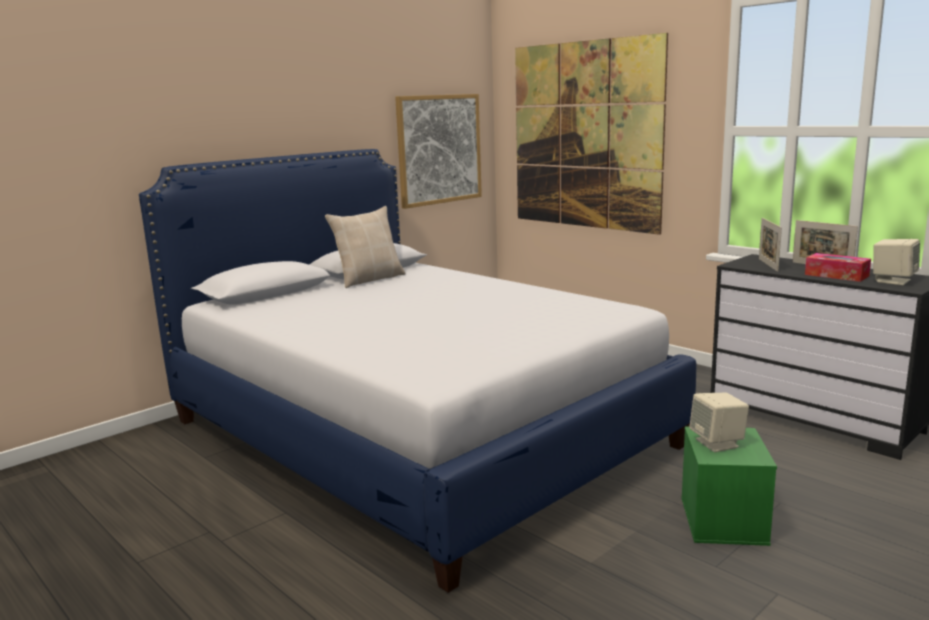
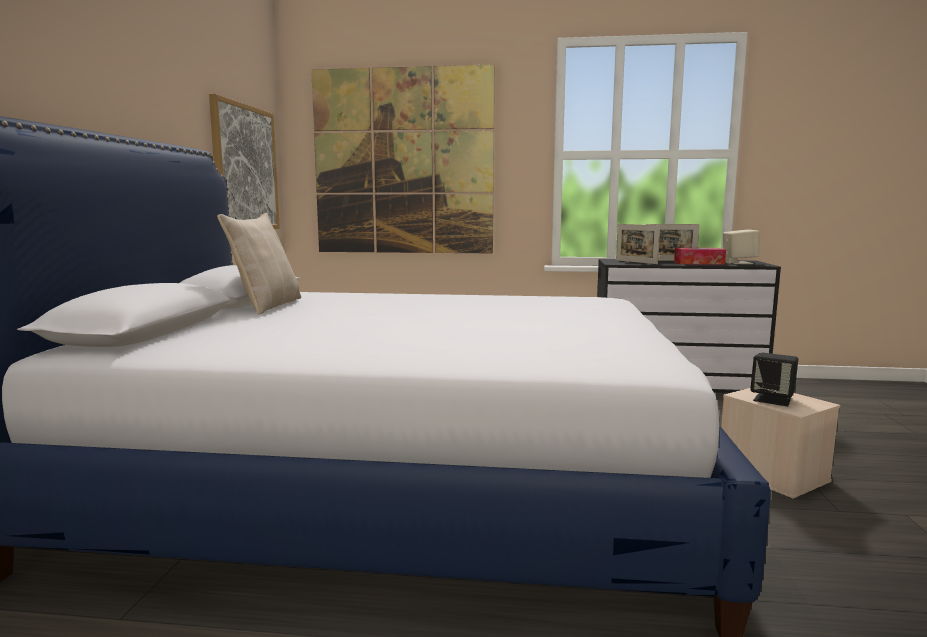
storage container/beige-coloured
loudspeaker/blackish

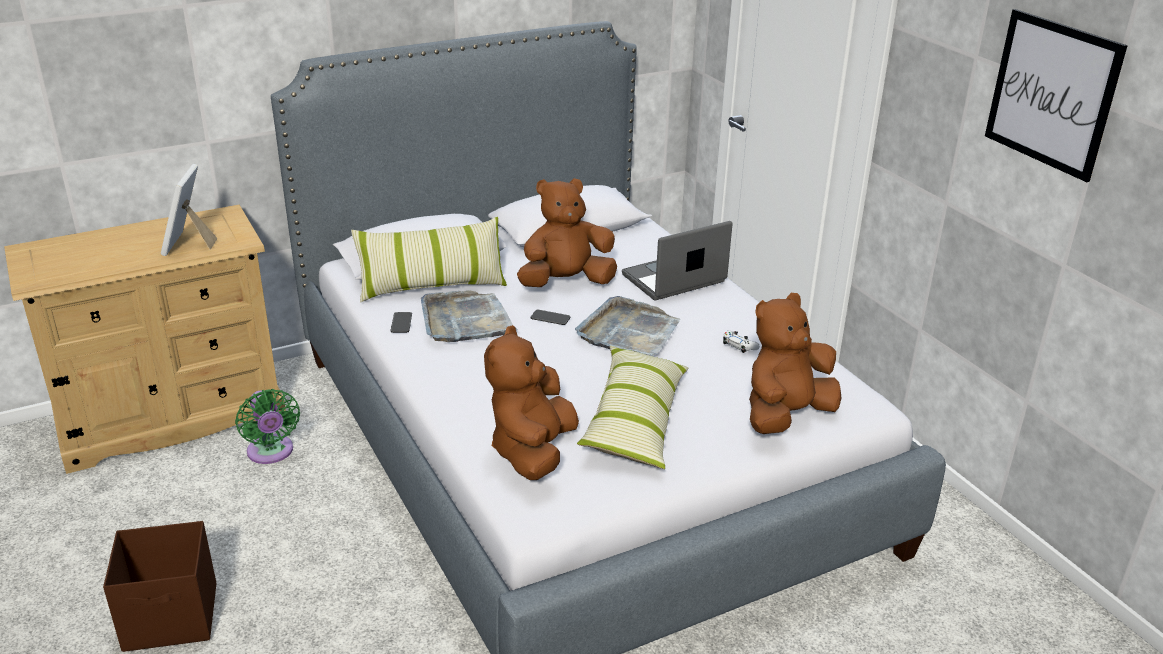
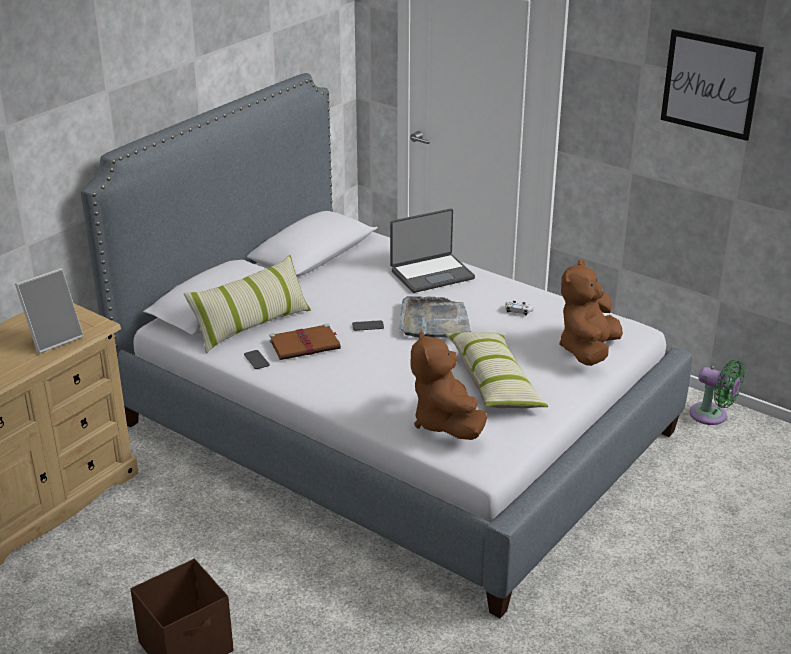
standing frame
bound book/brown-coloured
laptop
electric fan/green-coloured
cuddly toy/brown-coloured (2nd from left in the first image)

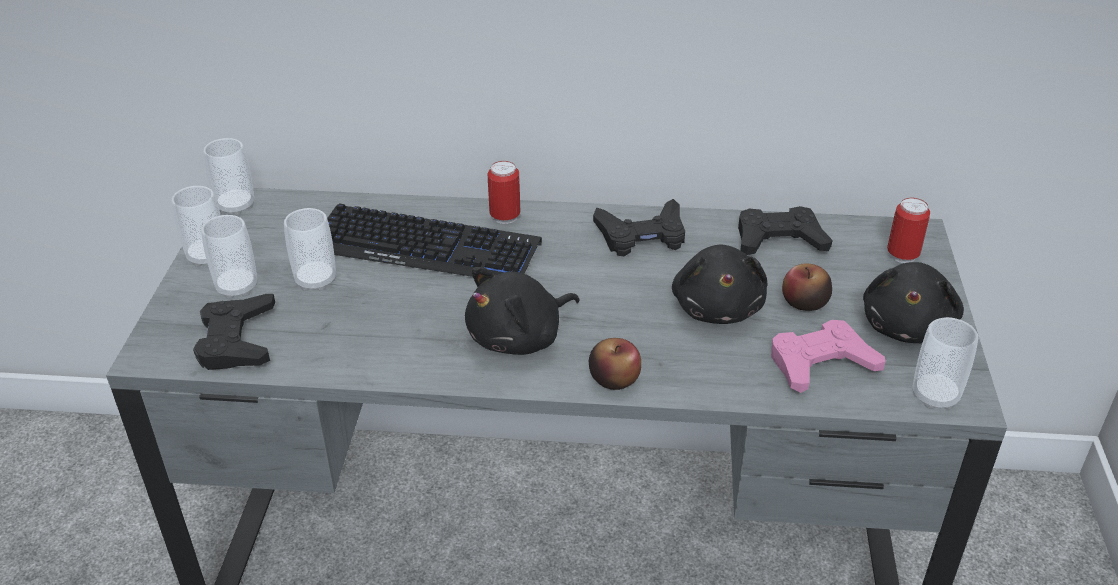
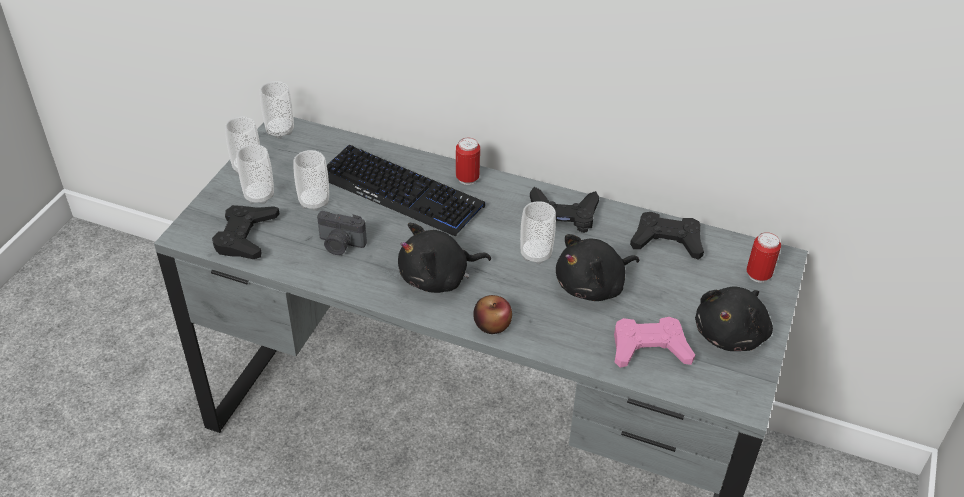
photo camera
cup (5th from left)
cuddly toy/blackish (2nd from left)
apple fruit (2nd from left in the first image)

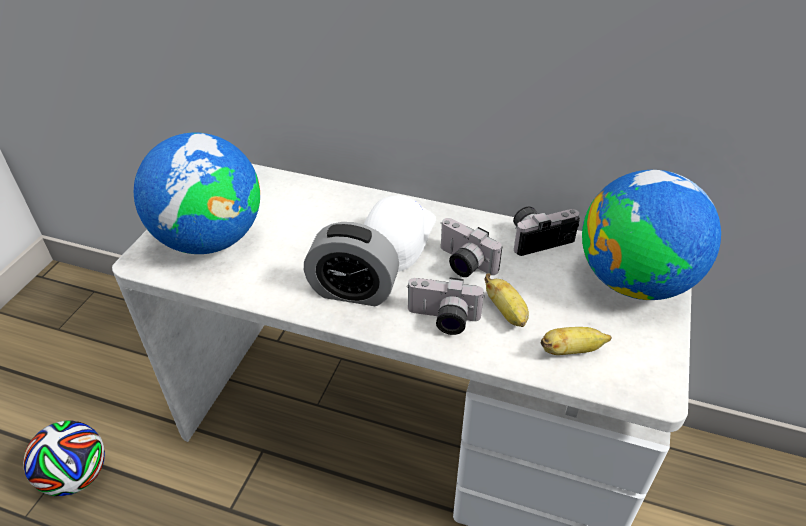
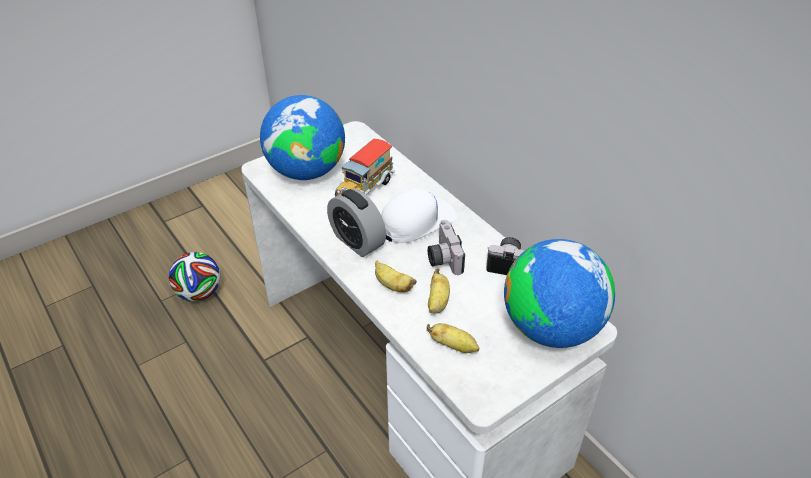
model truck
banana fruit (1st from left)

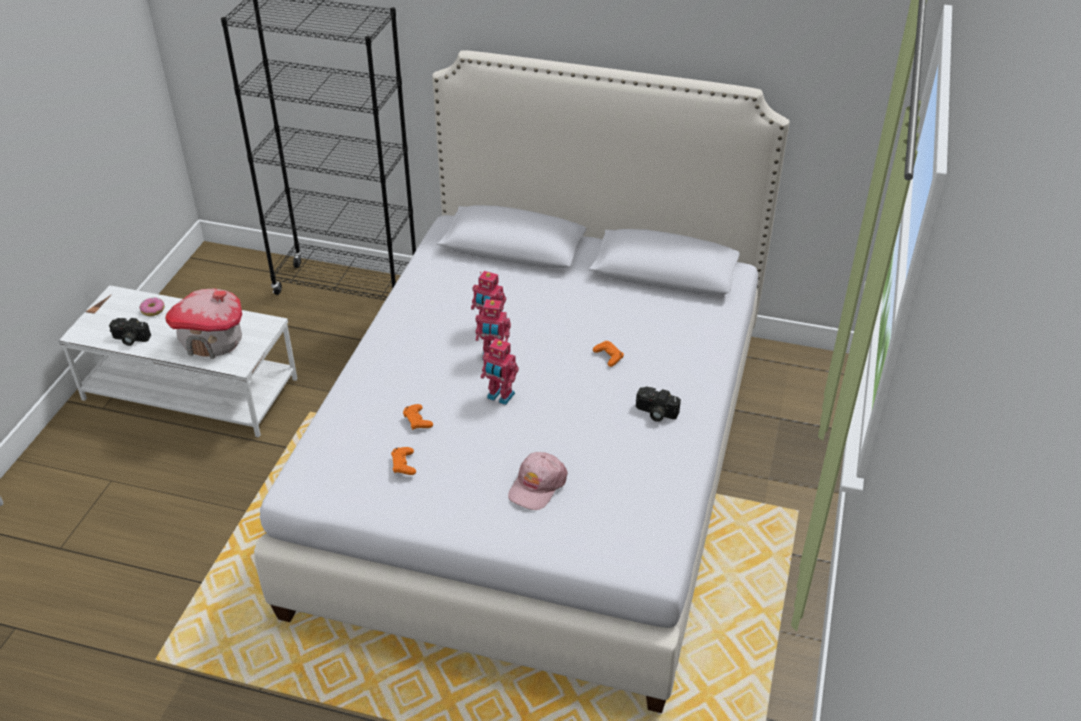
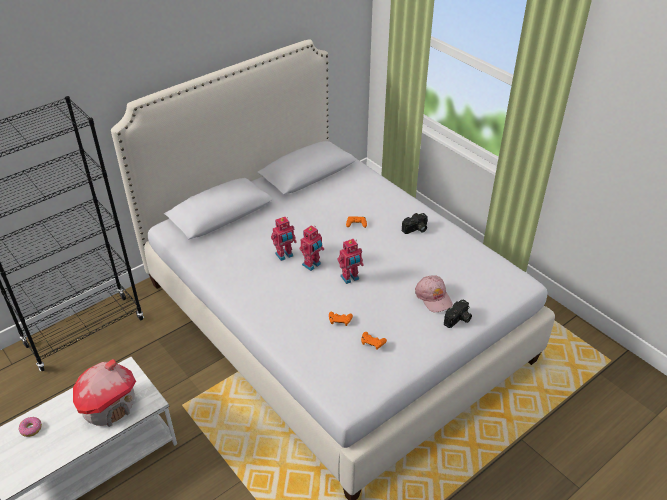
photo camera (2nd from left)

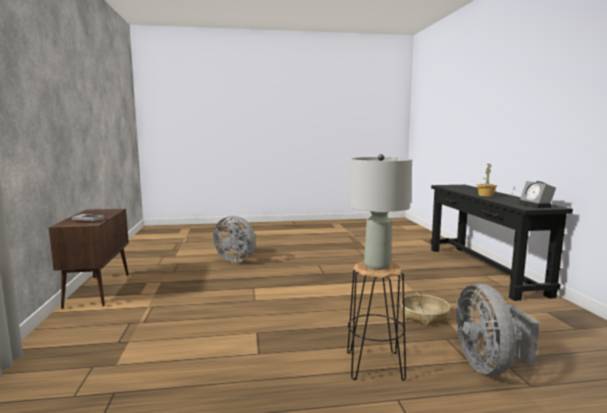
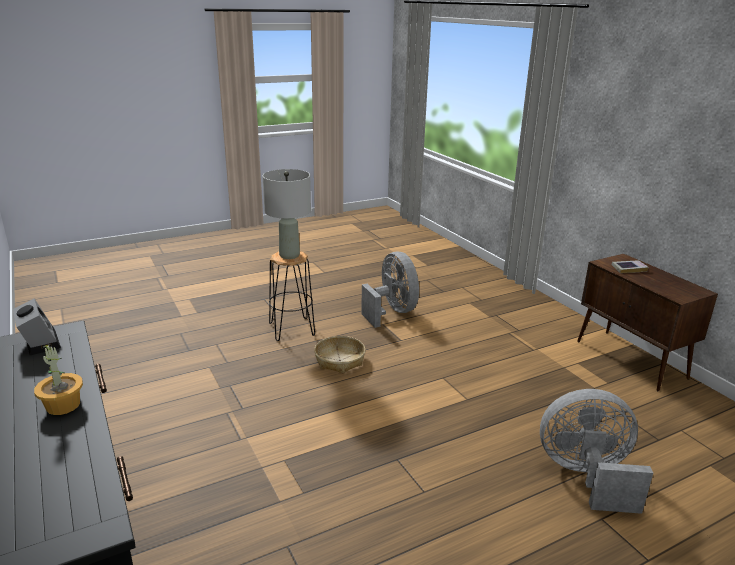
household basket
electric fan/greyish (1st from left)

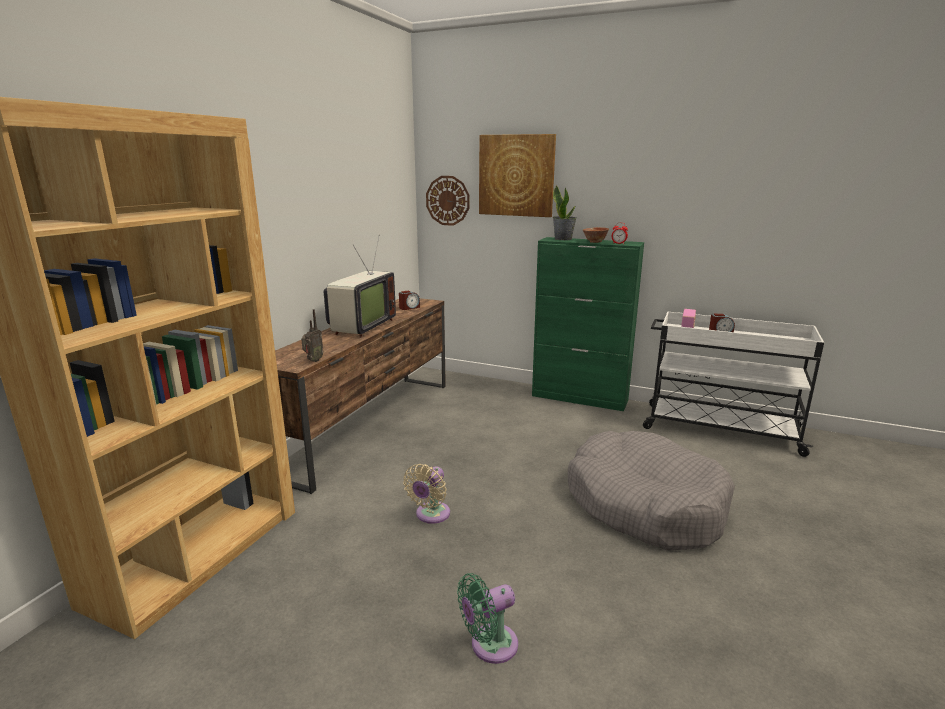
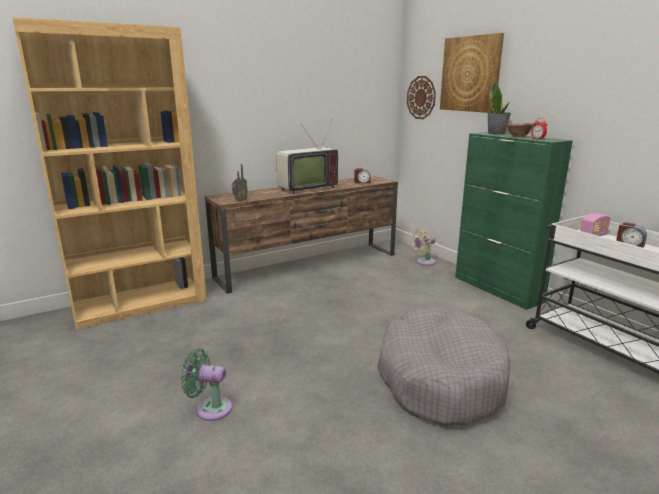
electric fan/beige-coloured

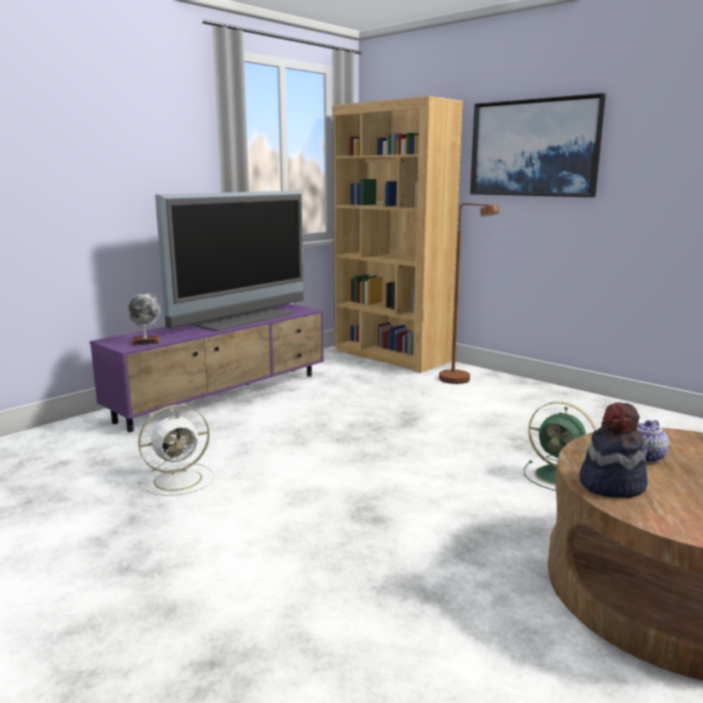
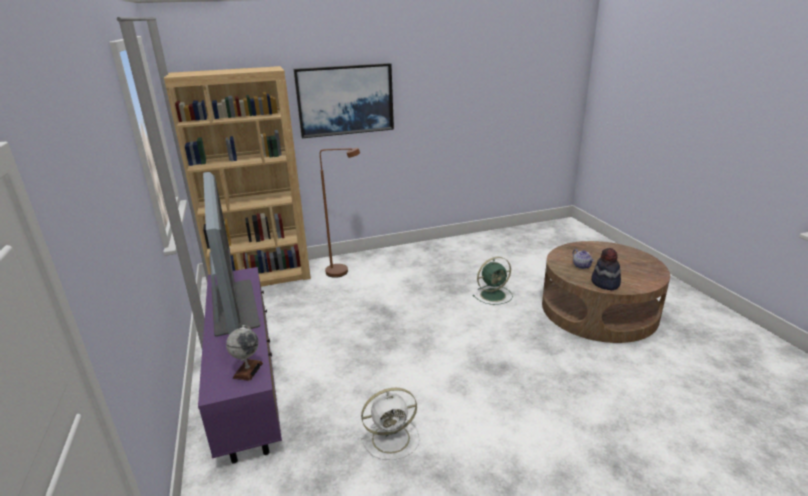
electric fan/white-coloured

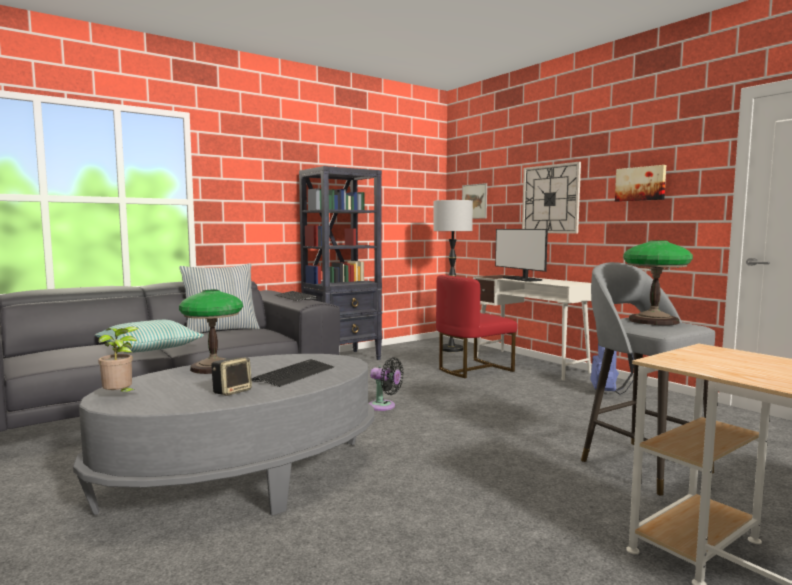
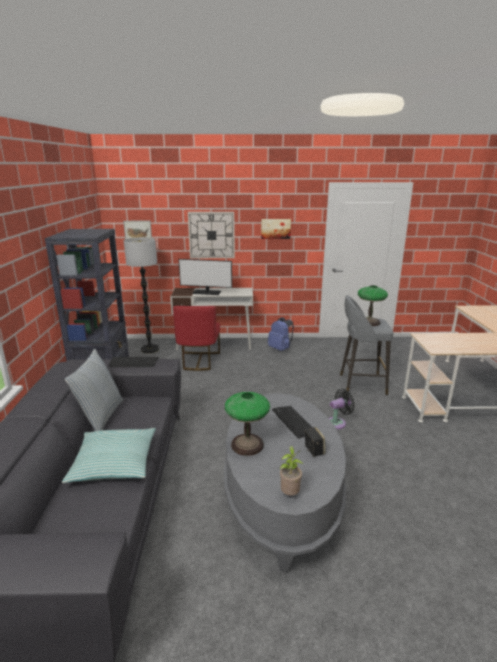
electric fan/blackish

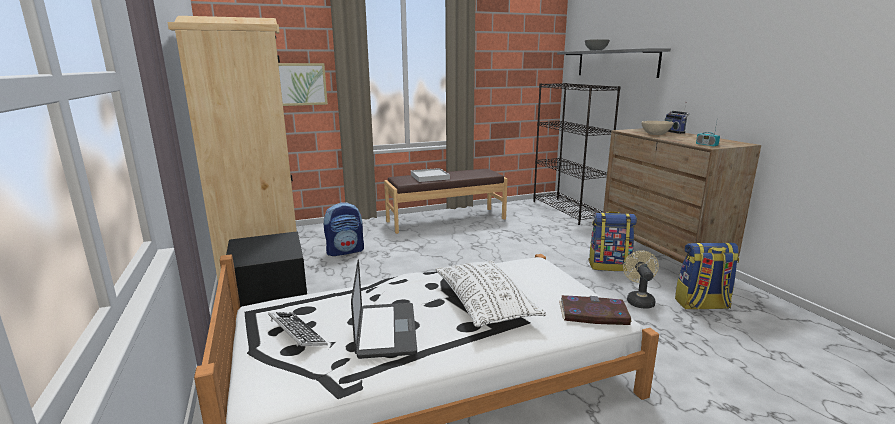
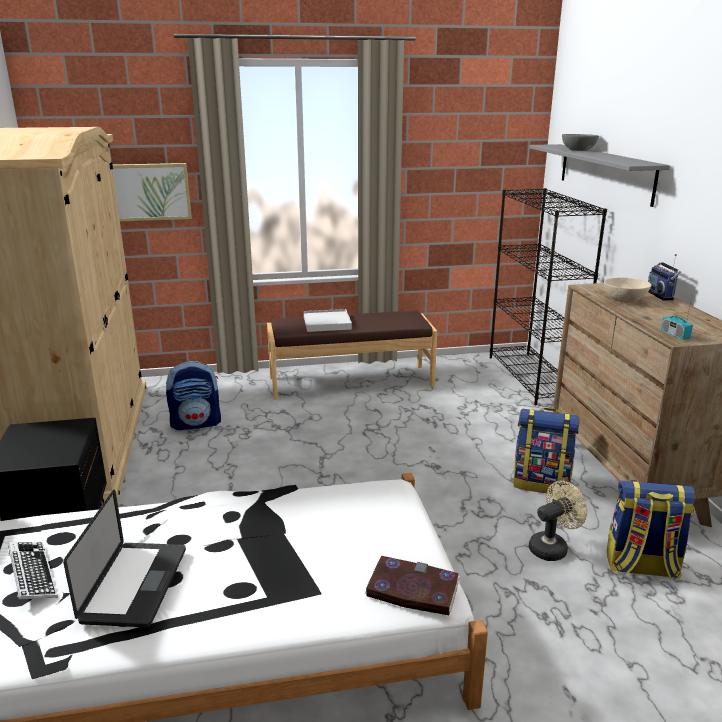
electric fan/beige-coloured
pillow/white-coloured

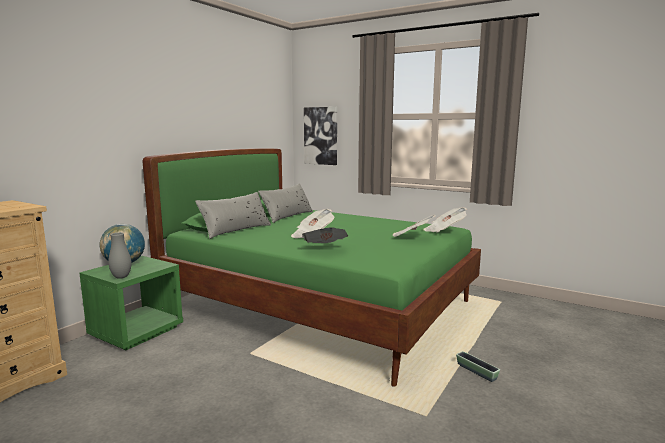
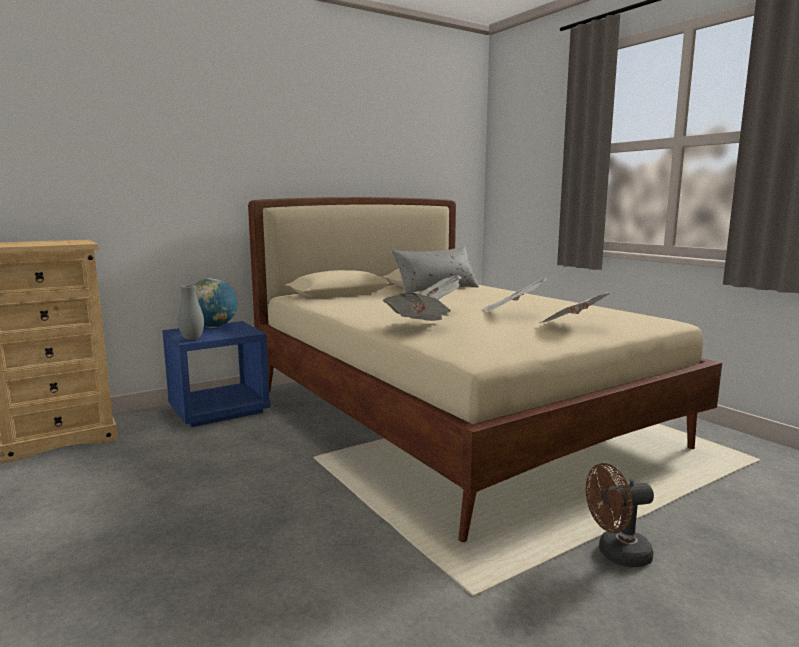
bedside table/blue-coloured
bed/beige-coloured
newspaper (3rd from left)
electric fan/brown-coloured
pillow/greyish (1st from left in the first image)
wall picture

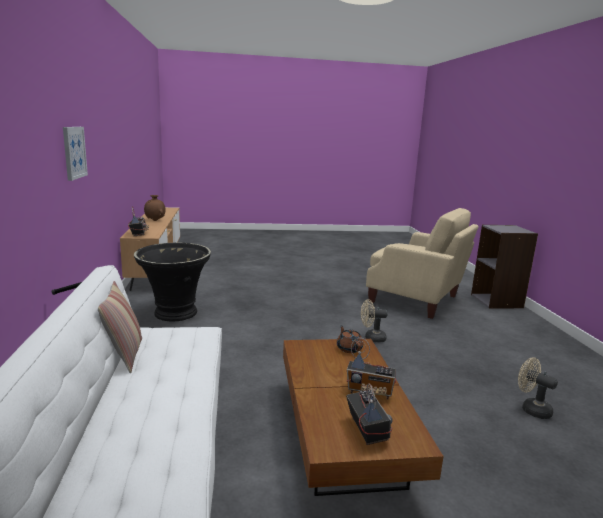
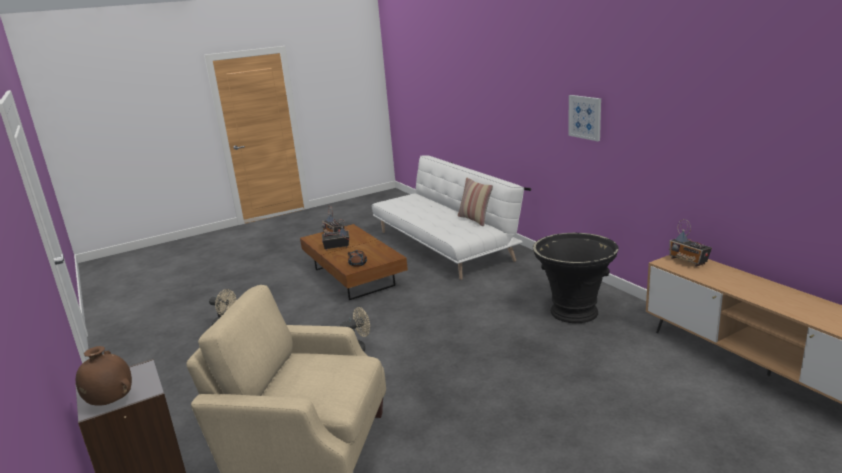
flower vase/brown-coloured

